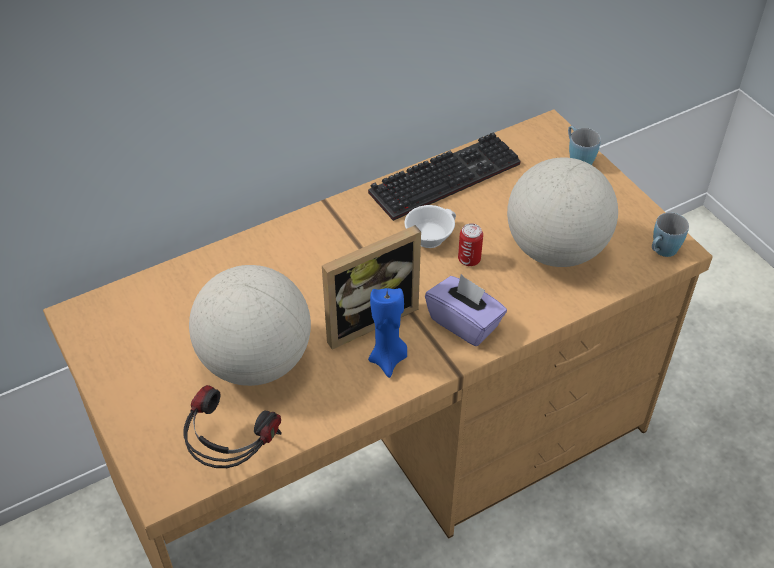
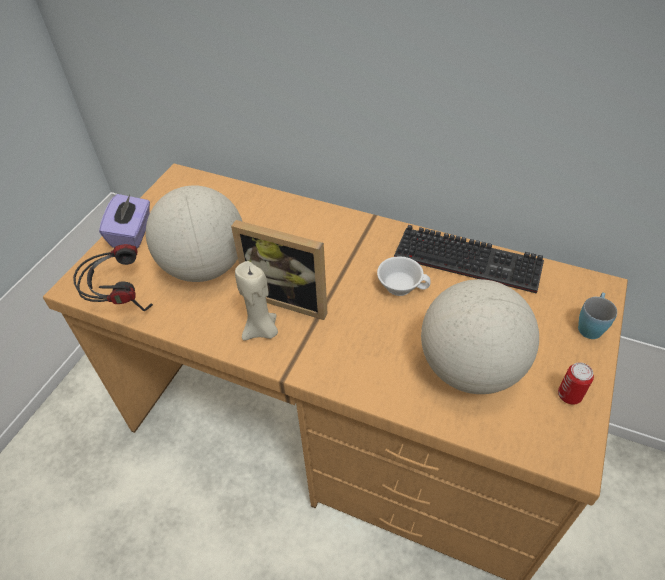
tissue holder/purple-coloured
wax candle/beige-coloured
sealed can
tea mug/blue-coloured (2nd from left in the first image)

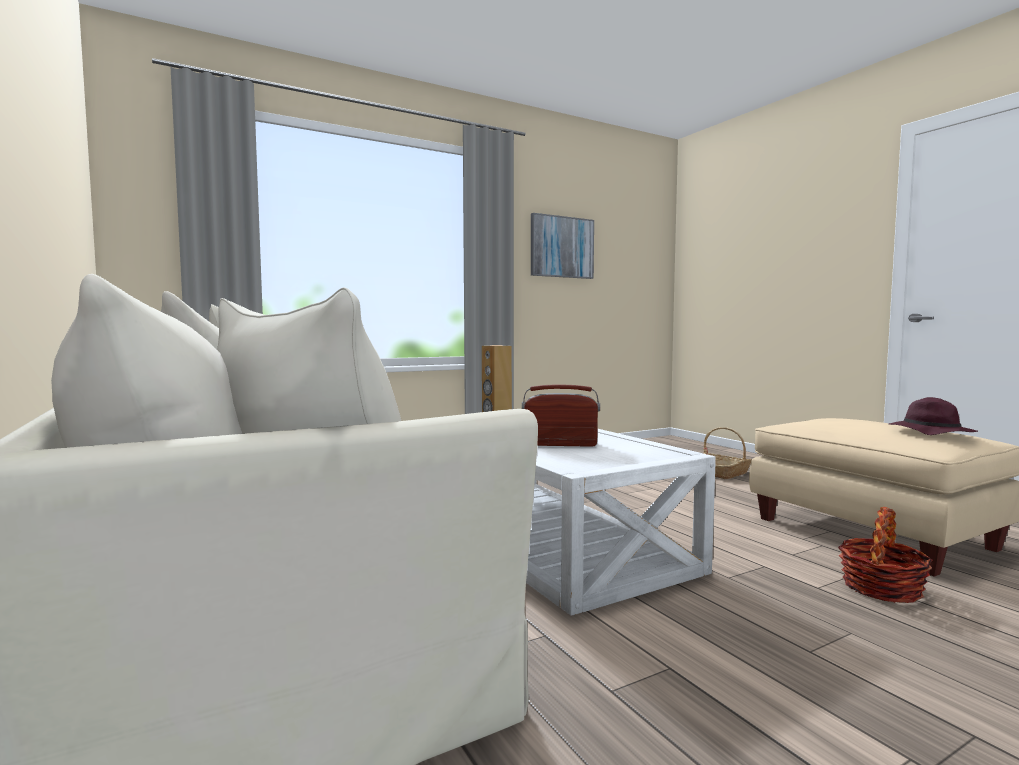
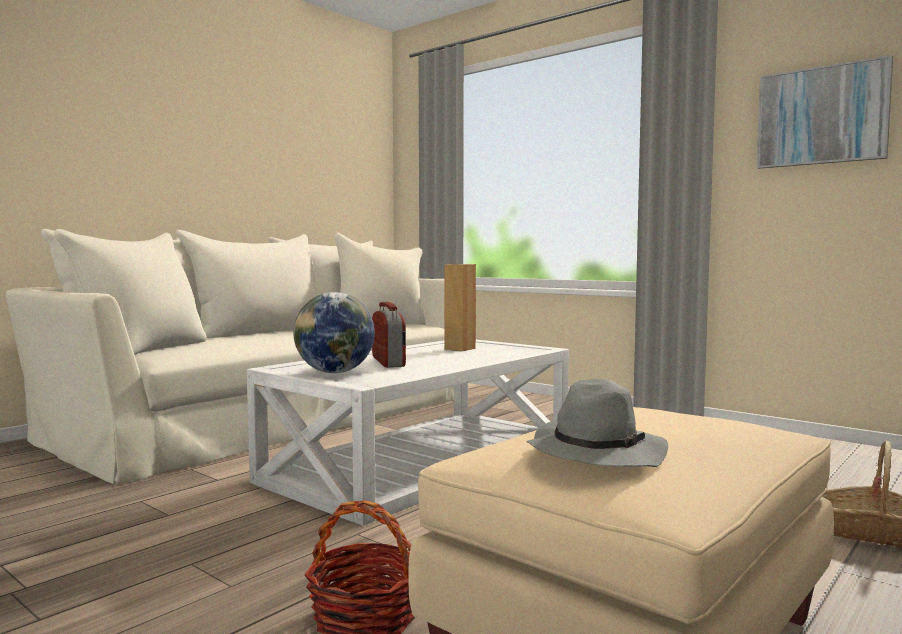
globe
hat/greyish

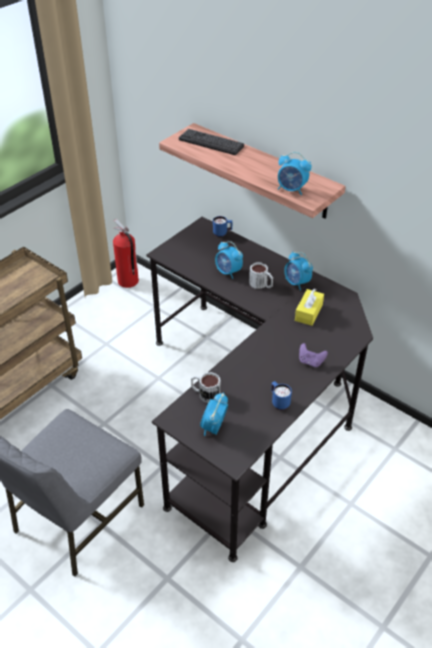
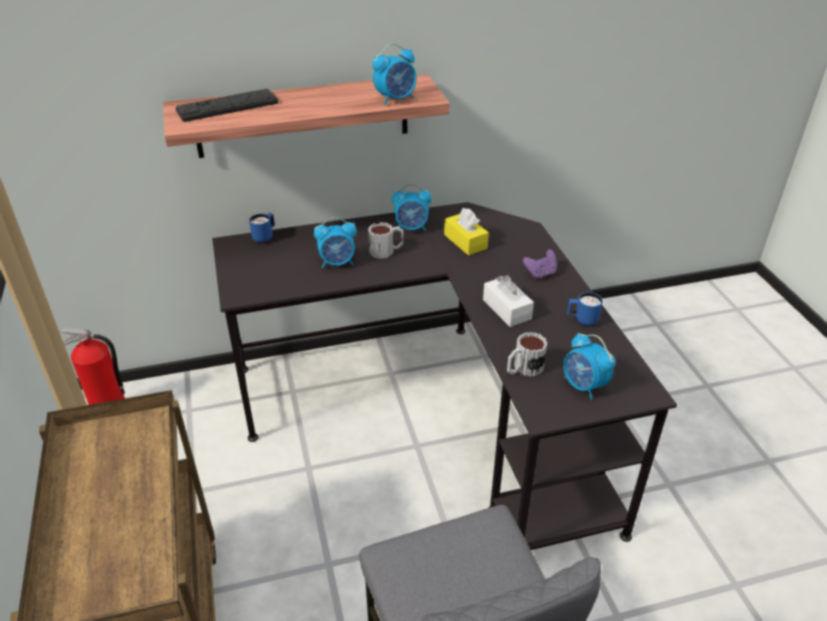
tissue holder/white-coloured

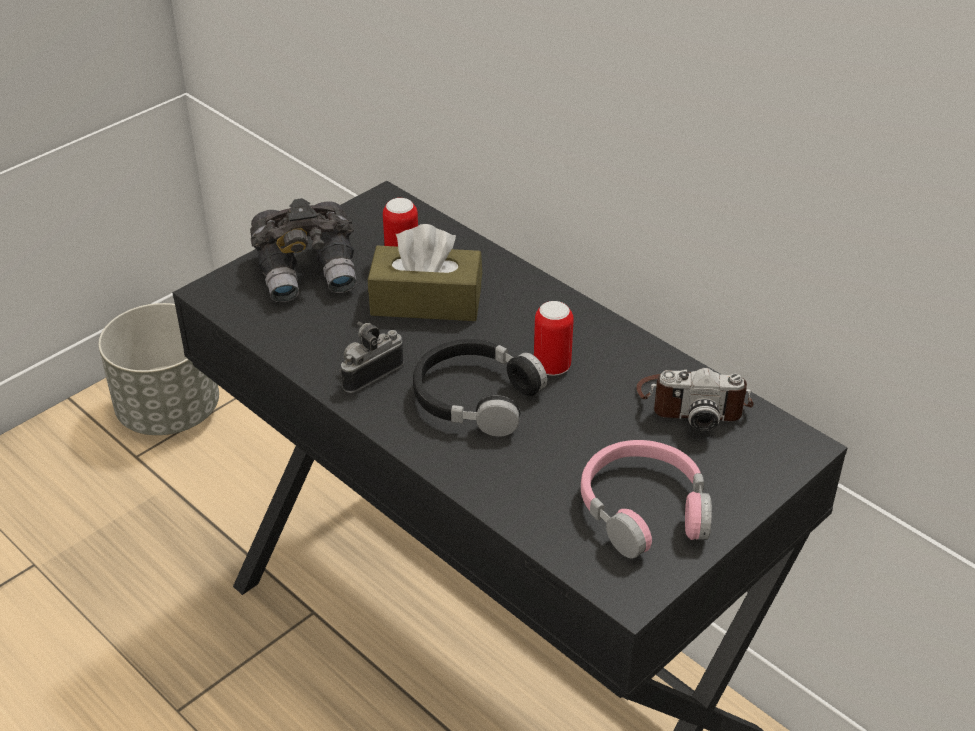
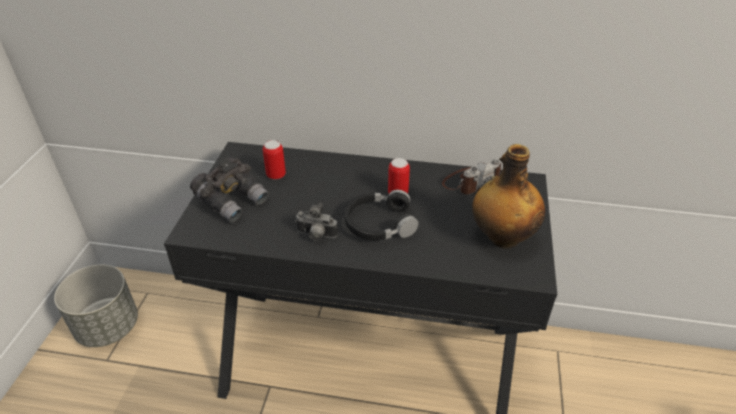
photo camera (1st from left)
beverage bottle
tissue holder/brown-coloured

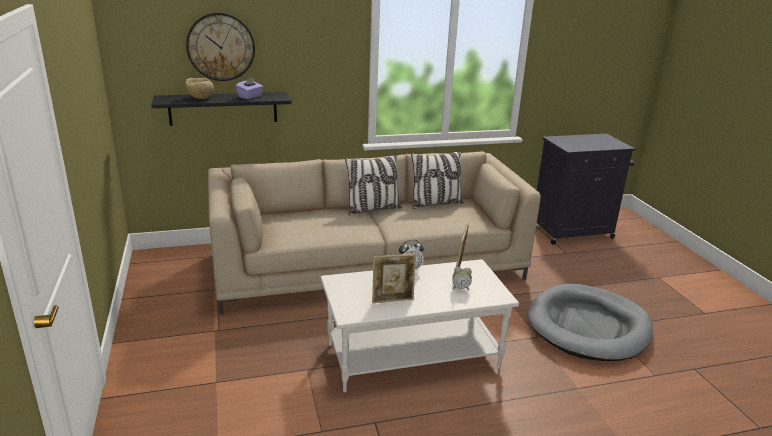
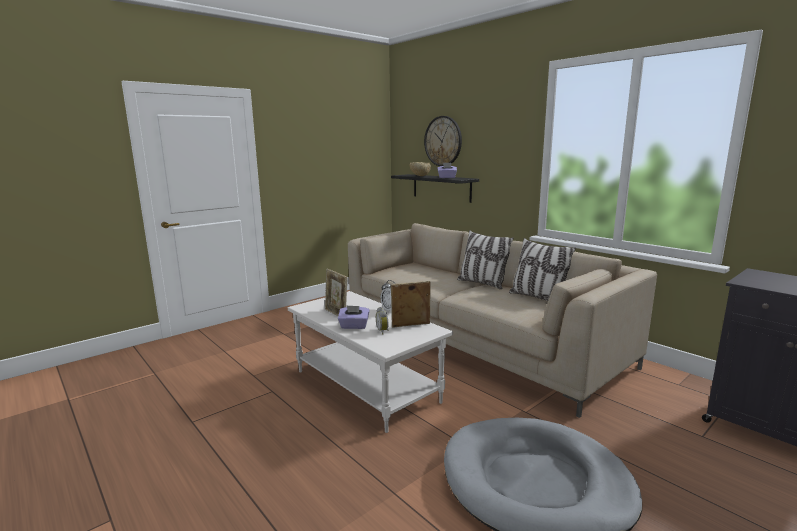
tissue holder/purple-coloured (1st from left)

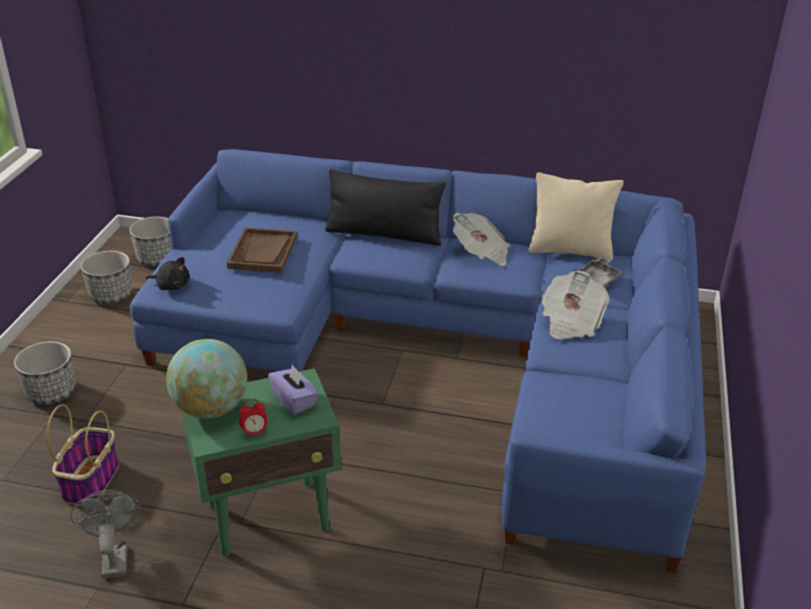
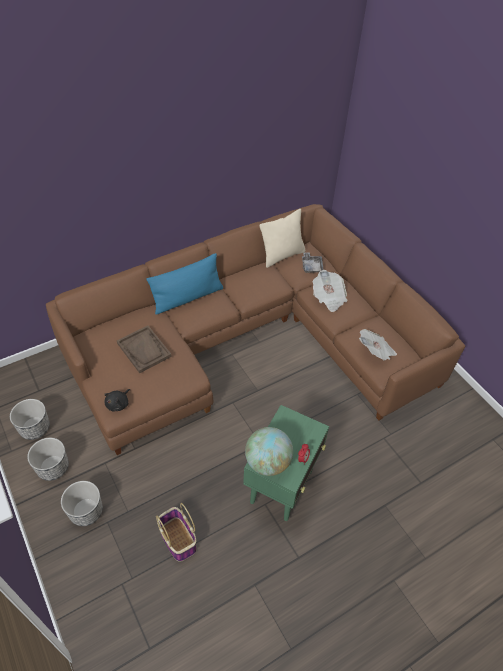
plant pot (2nd from left)
sofa/brown-coloured
cuddly toy/blackish
pillow/blue-coloured
newspaper (2nd from left)
electric fan/greyish
tissue holder/purple-coloured

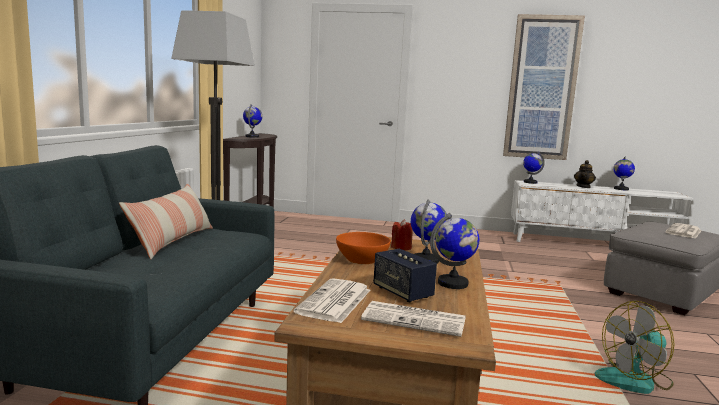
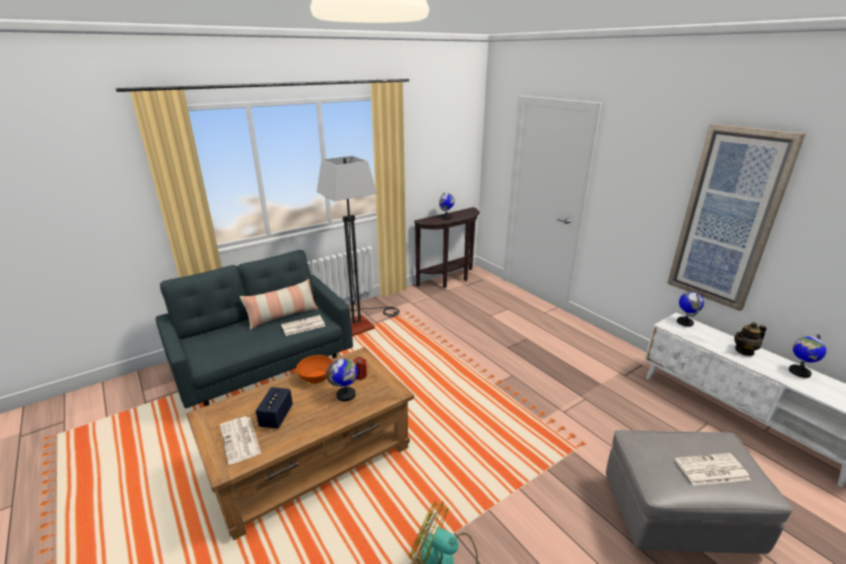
newspaper (2nd from left)
globe (3rd from left in the first image)

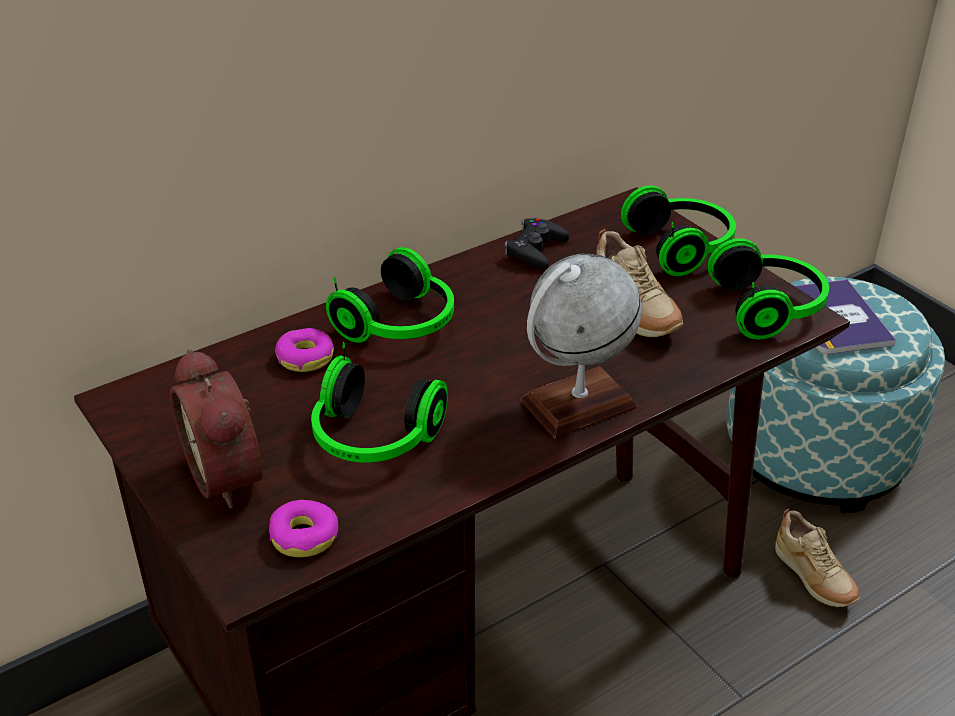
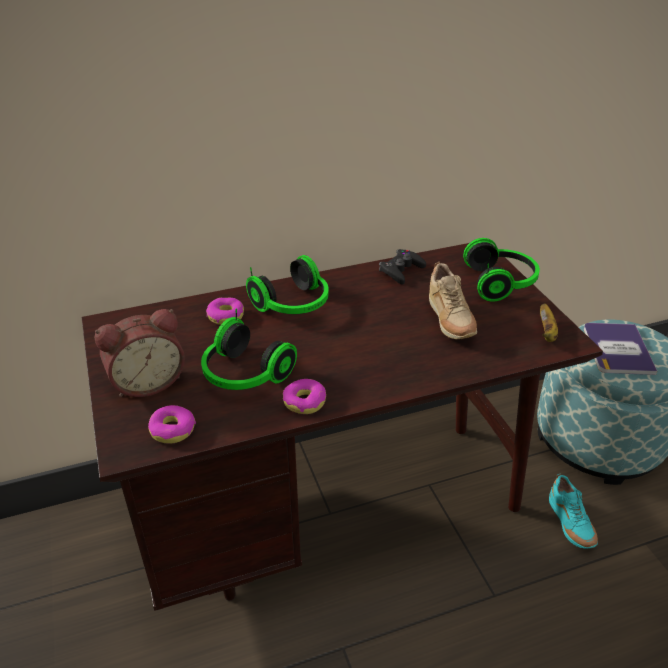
bedside clock
doughnut (3rd from left)
banana fruit
shoe/turquoise-coloured
globe

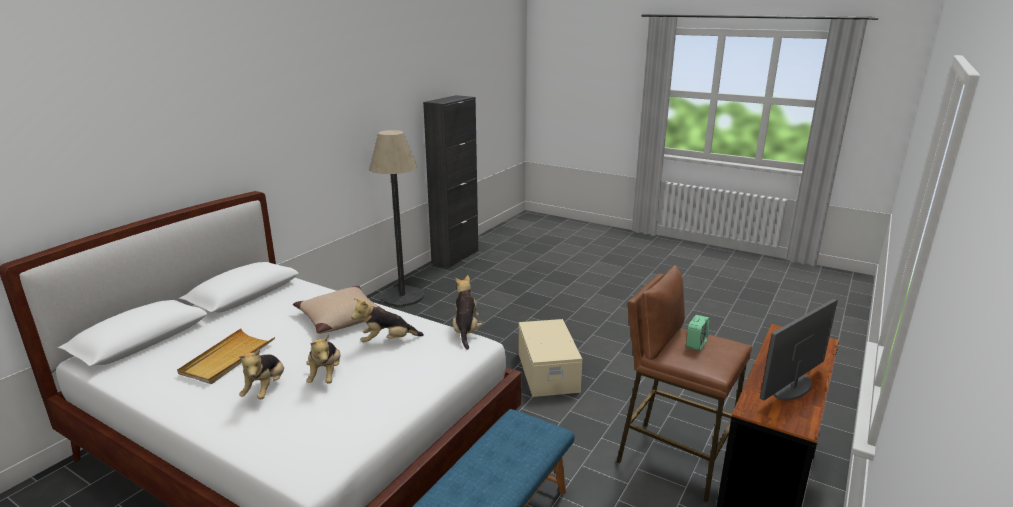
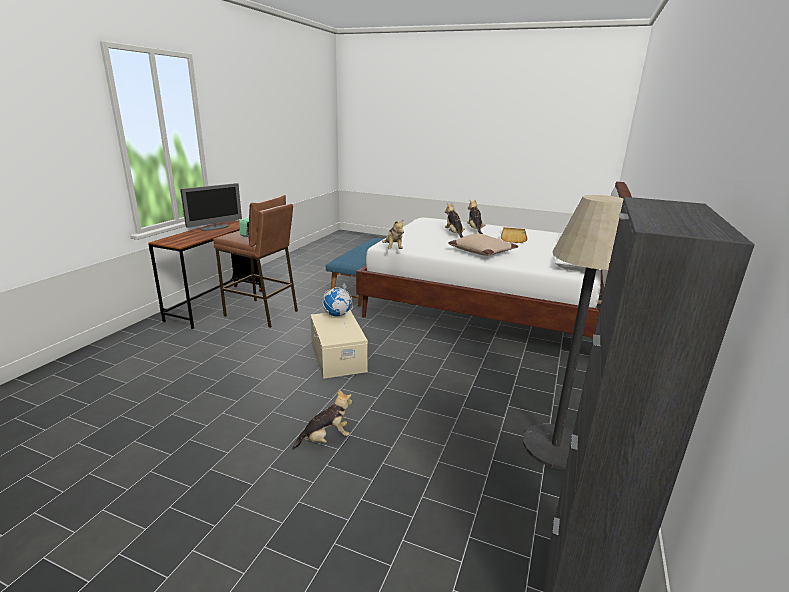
cuddly toy (1st from left)
globe

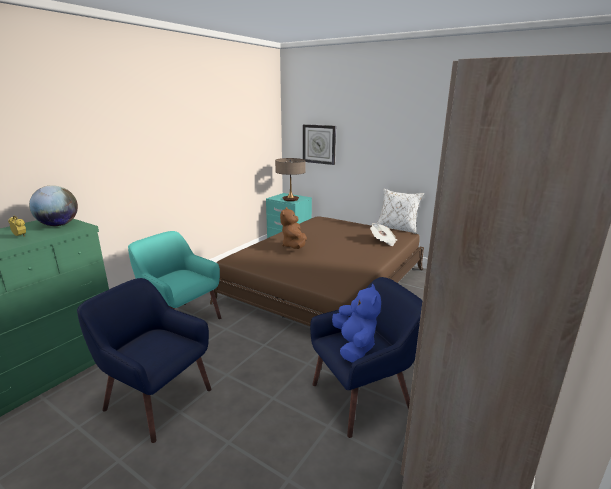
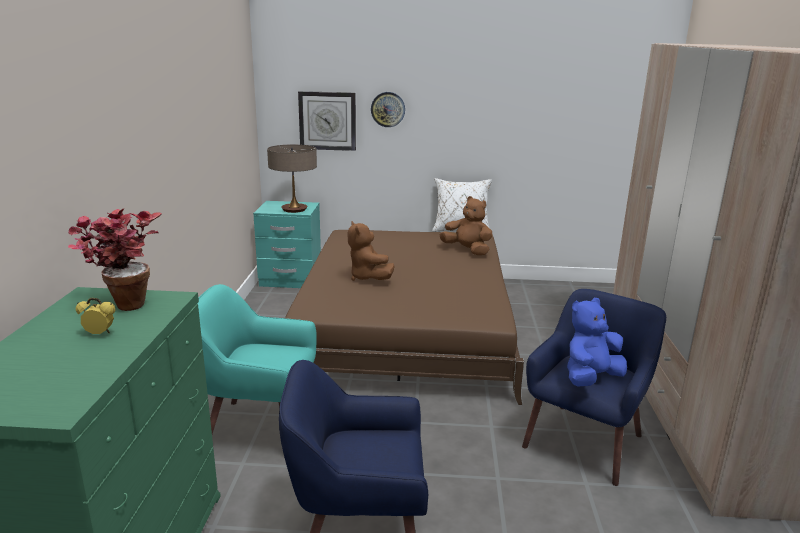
potted plant
wall clock (2nd from left)
cuddly toy/brown-coloured (2nd from left)
cuddly toy/blue-coloured

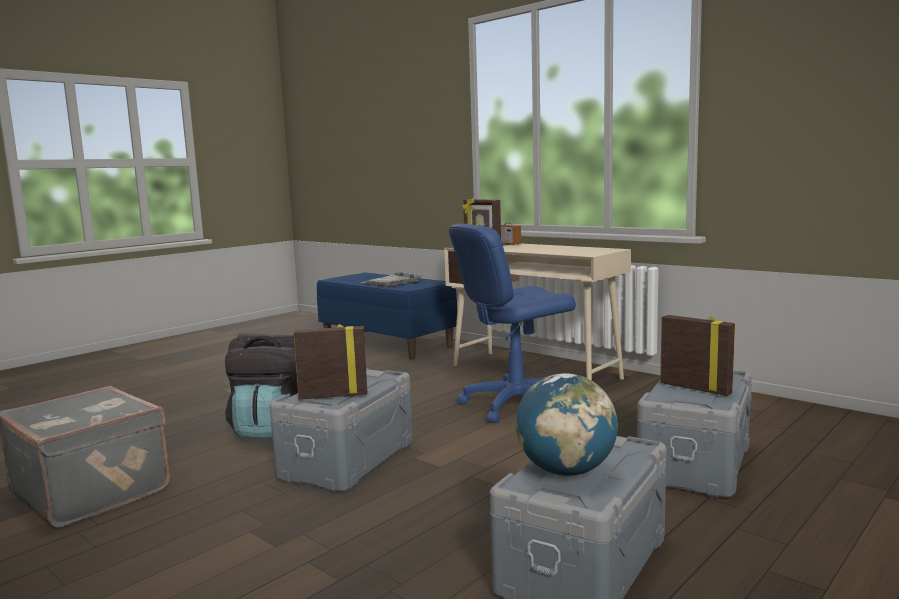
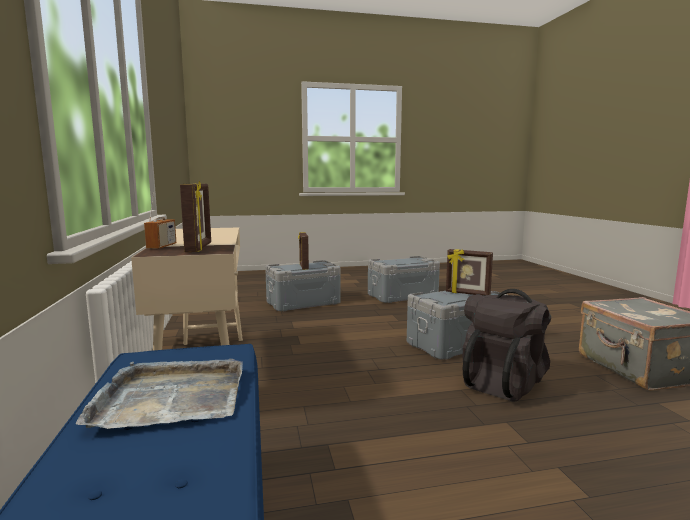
computer chair/blue-coloured
globe

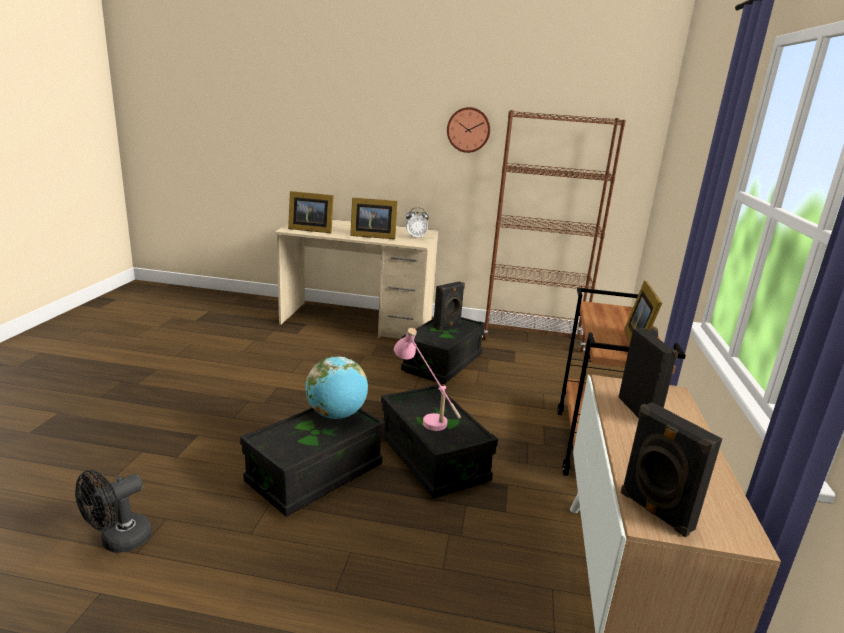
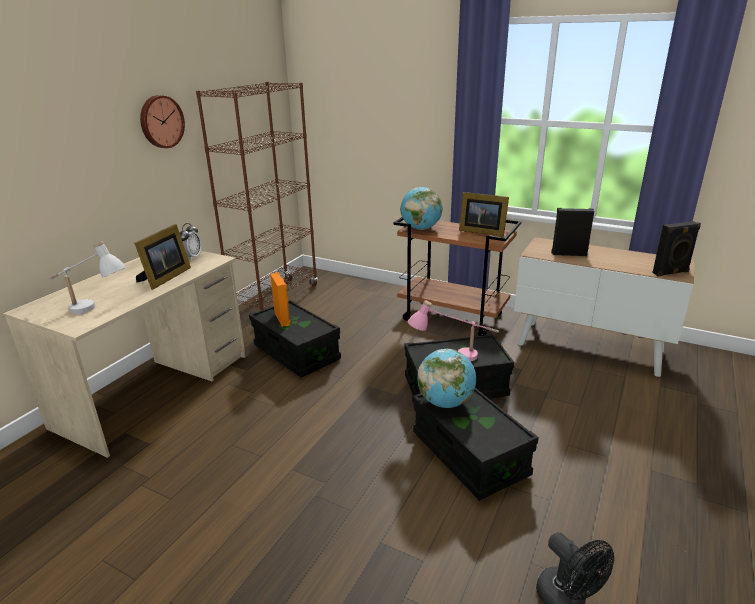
lamp for a table/white-coloured
loudspeaker/orange
globe (1st from left)

